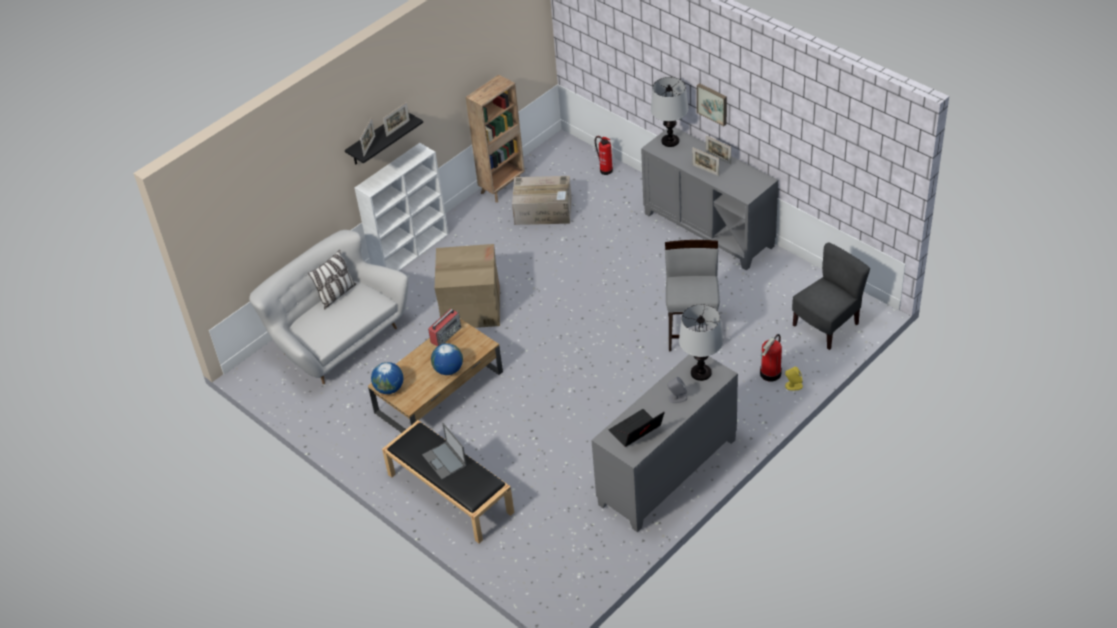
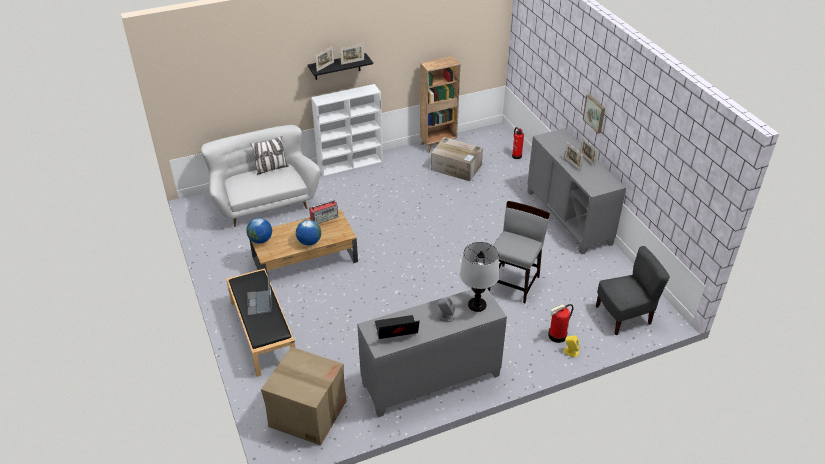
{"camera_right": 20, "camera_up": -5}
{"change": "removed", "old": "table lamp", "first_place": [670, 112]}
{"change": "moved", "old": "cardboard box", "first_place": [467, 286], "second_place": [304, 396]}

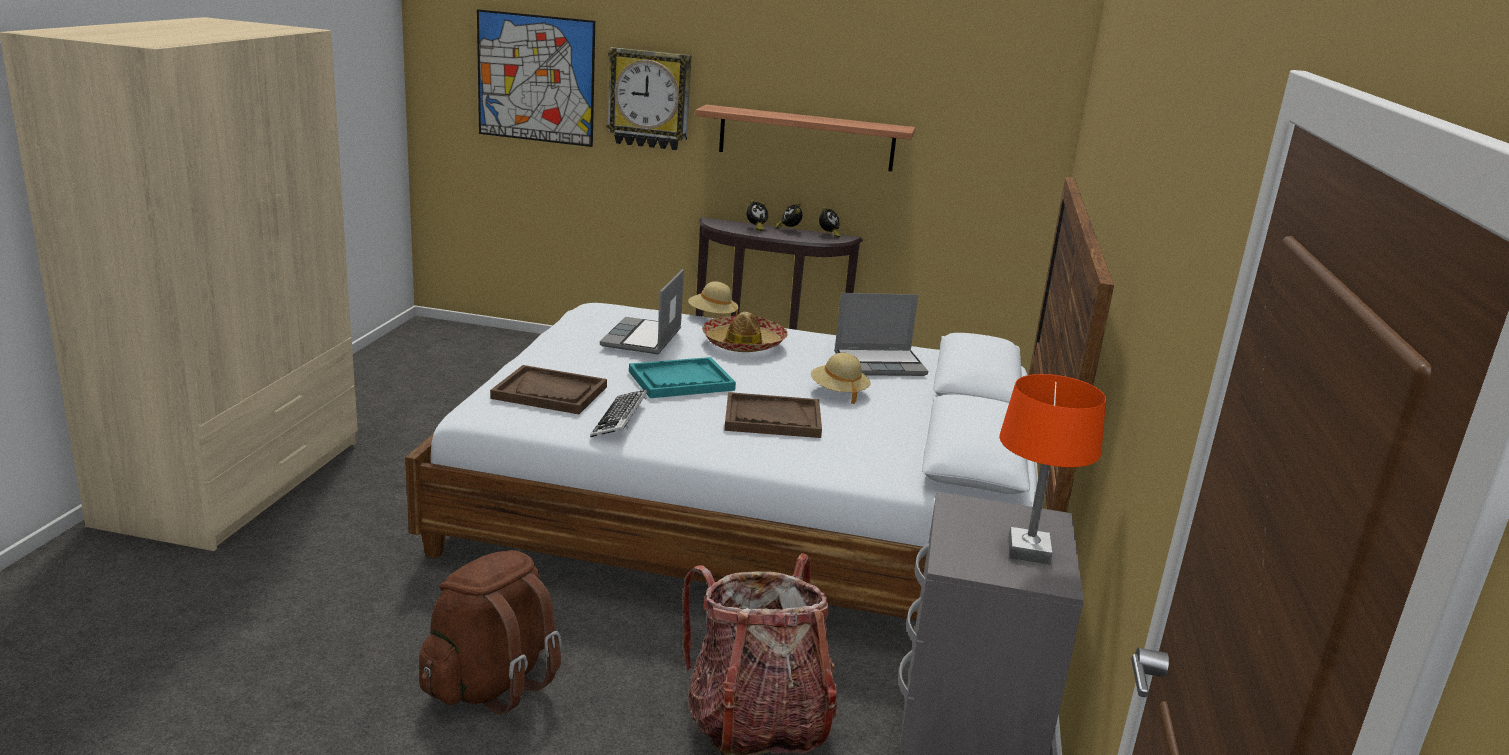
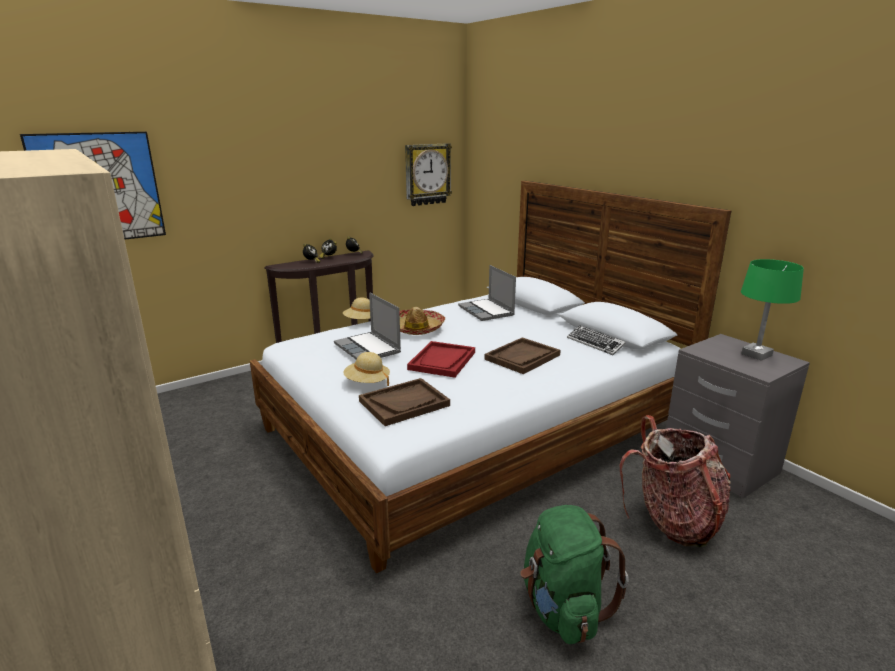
{"camera_right": -45, "camera_up": 0}
{"change": "removed", "old": "shelf", "first_place": [805, 138]}
{"change": "moved", "old": "keyboard", "first_place": [618, 413], "second_place": [596, 340]}
{"change": "moved", "old": "wall clock", "first_place": [649, 98], "second_place": [428, 174]}
{"change": "moved", "old": "beige hat", "first_place": [841, 378], "second_place": [366, 369]}
{"change": "recoloured", "old": "brown backpack", "new": "green backpack", "first_place": [490, 632], "second_place": [574, 574]}
{"change": "recoloured", "old": "turquoise tray", "new": "red tray", "first_place": [682, 377], "second_place": [441, 359]}
{"change": "recoloured", "old": "orange table lamp", "new": "green table lamp", "first_place": [1052, 469], "second_place": [772, 310]}
{"change": "turned", "old": "laptop", "first_place": [881, 334], "second_place": [487, 293], "degrees": 120}

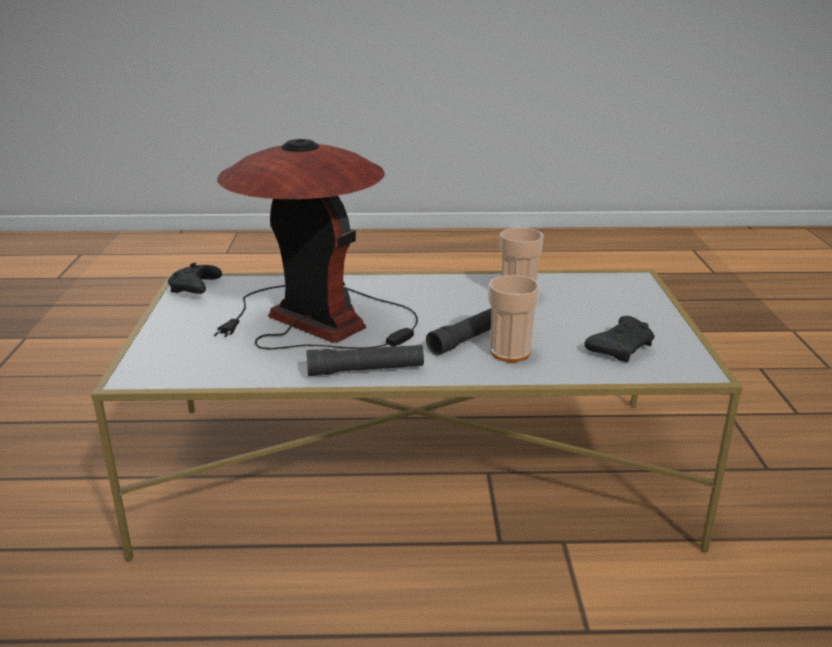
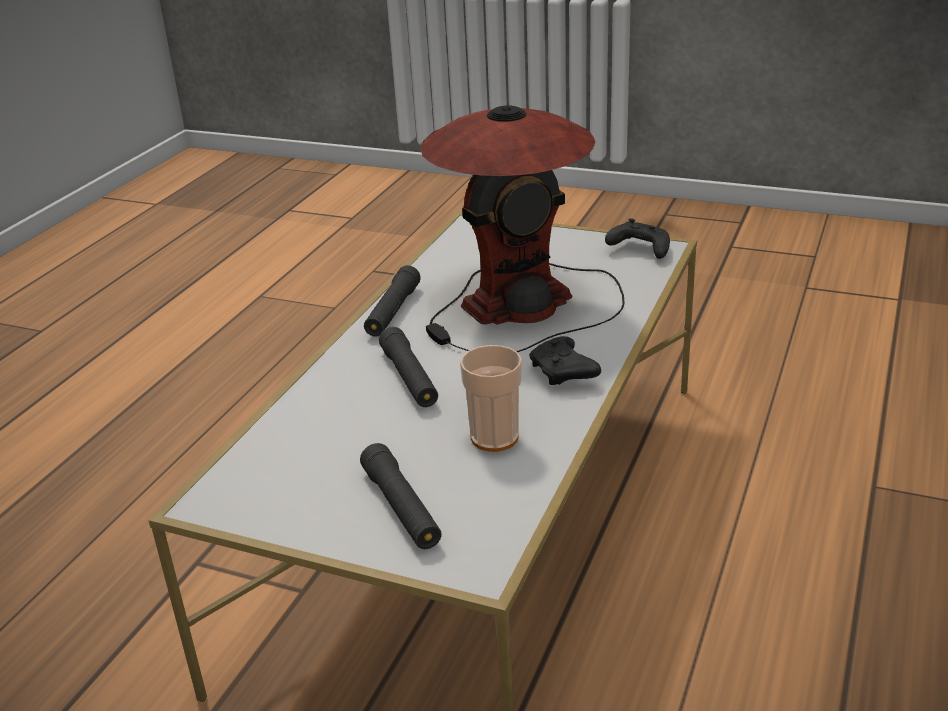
{"camera_right": 115, "camera_up": 5}
{"change": "removed", "old": "cup", "first_place": [514, 318]}
{"change": "added", "new": "black flashlight", "second_place": [401, 496]}
{"change": "moved", "old": "black game controller", "first_place": [619, 339], "second_place": [565, 360]}

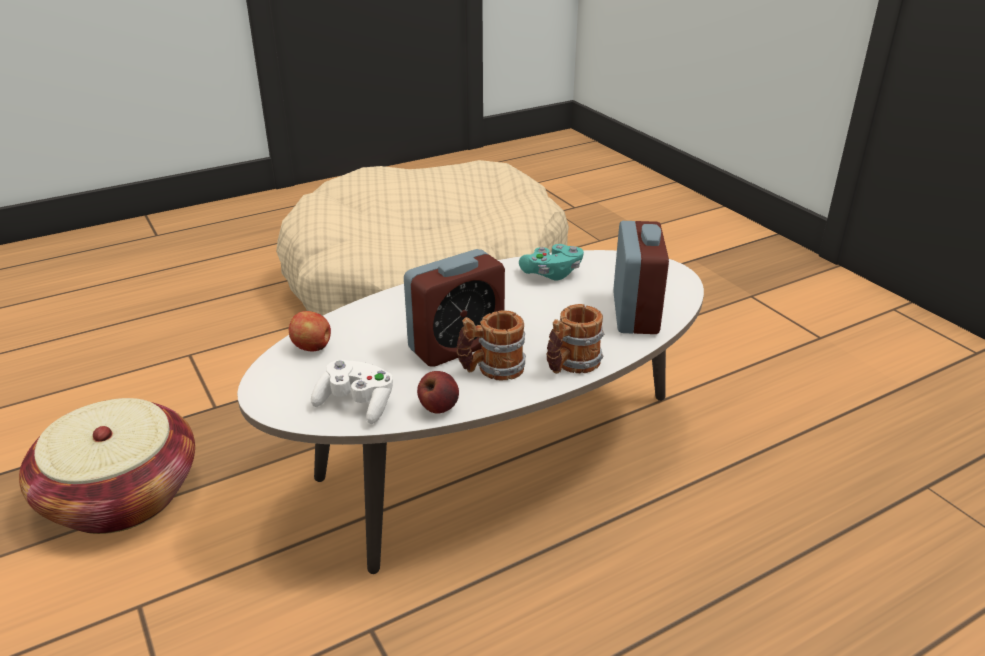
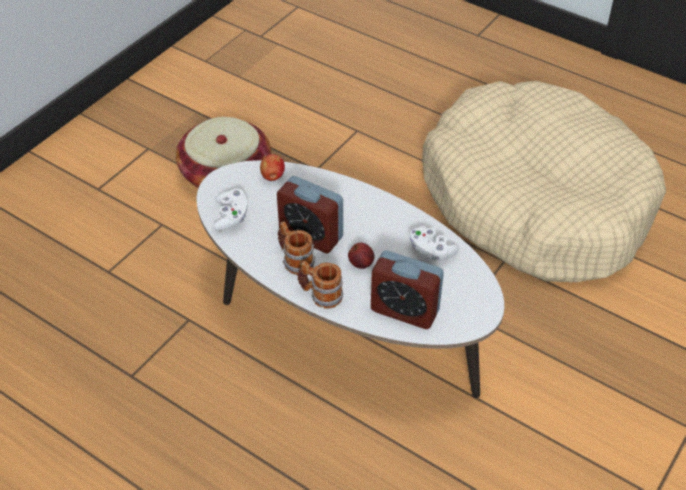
{"camera_right": 65, "camera_up": 15}
{"change": "moved", "old": "apple", "first_place": [438, 392], "second_place": [361, 255]}
{"change": "recoloured", "old": "turquoise game controller", "new": "white game controller", "first_place": [551, 262], "second_place": [434, 243]}
{"change": "turned", "old": "alarm clock", "first_place": [641, 277], "second_place": [407, 289], "degrees": 45}

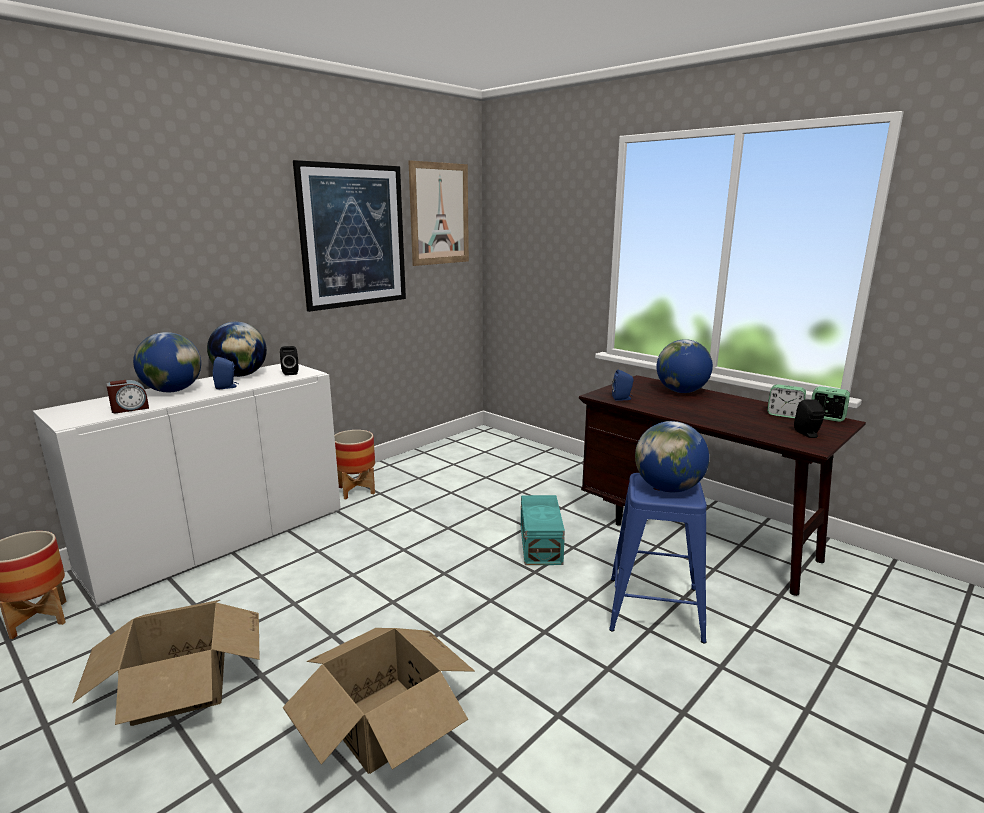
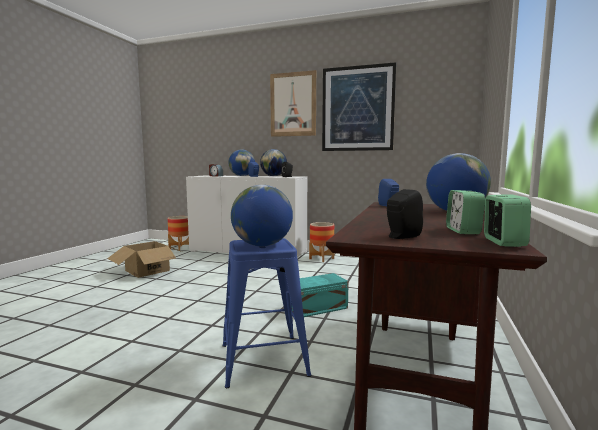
{"camera_right": 65, "camera_up": -10}
{"change": "removed", "old": "cardboard box", "first_place": [379, 701]}
{"change": "moved", "old": "picture", "first_place": [438, 213], "second_place": [293, 103]}

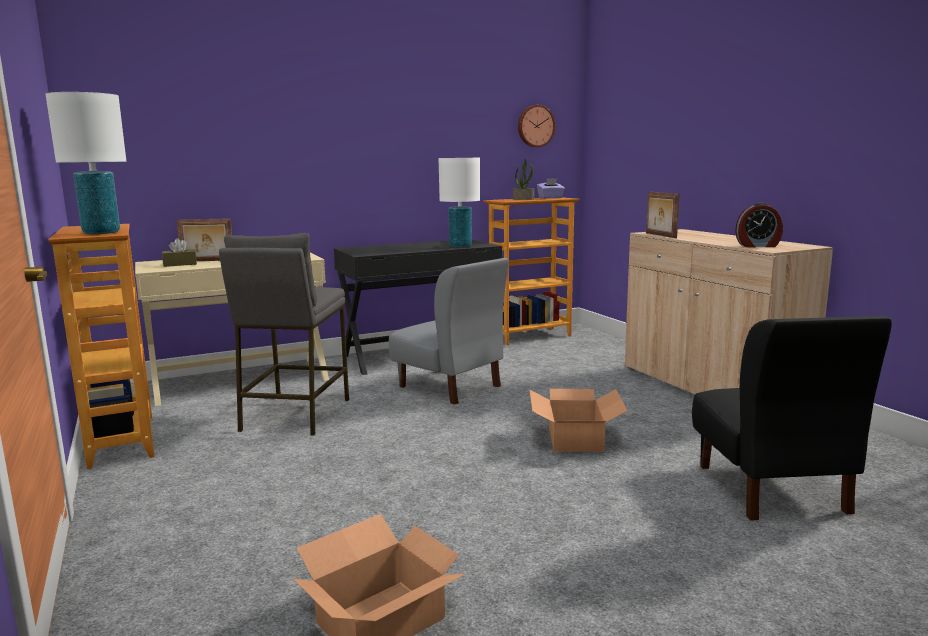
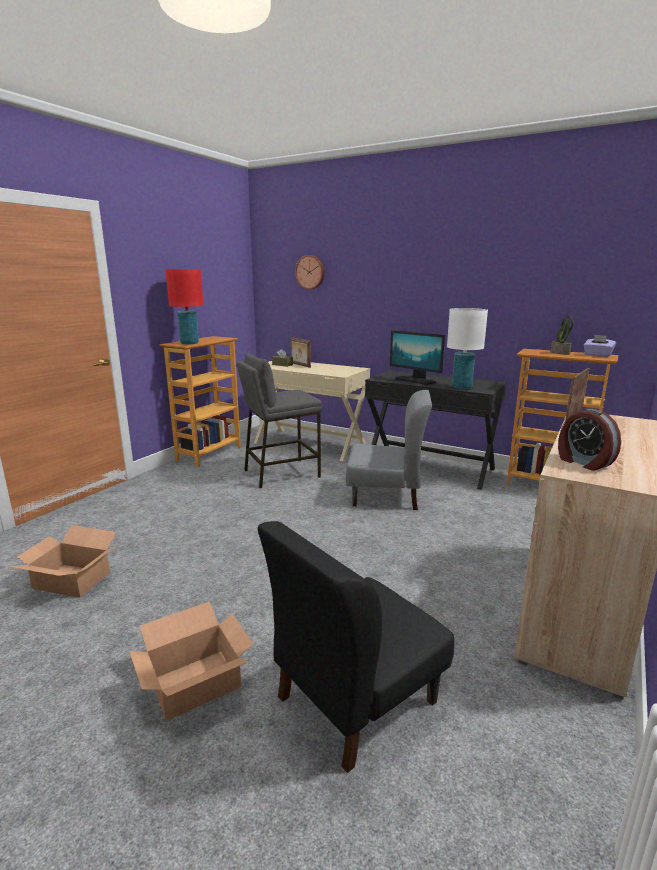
{"camera_right": 55, "camera_up": 5}
{"change": "added", "new": "monitor", "second_place": [417, 357]}
{"change": "moved", "old": "wall clock", "first_place": [536, 126], "second_place": [310, 272]}
{"change": "moved", "old": "cardboard box", "first_place": [578, 420], "second_place": [191, 660]}
{"change": "recoloured", "old": "white table lamp", "new": "red table lamp", "first_place": [86, 163], "second_place": [184, 306]}
{"change": "turned", "old": "grey chair", "first_place": [449, 331], "second_place": [389, 450], "degrees": -90}

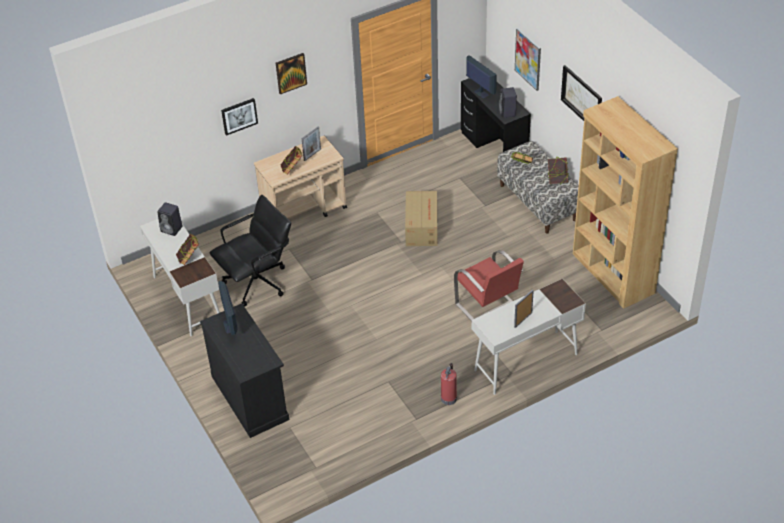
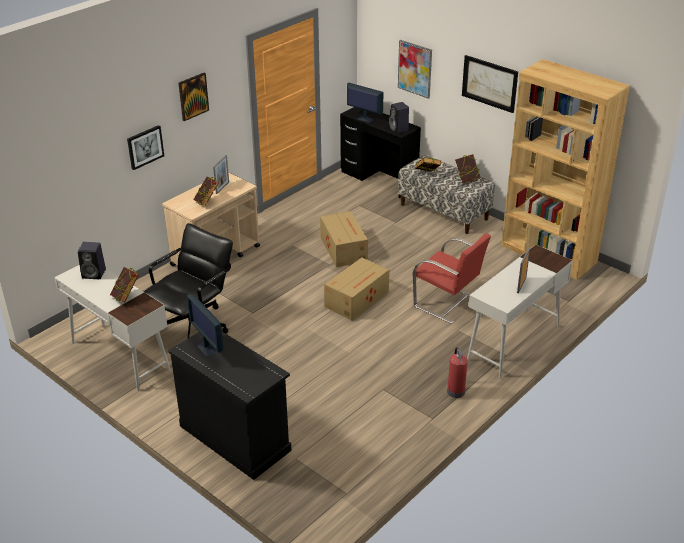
{"camera_right": -20, "camera_up": -10}
{"change": "added", "new": "cardboard box", "second_place": [356, 289]}

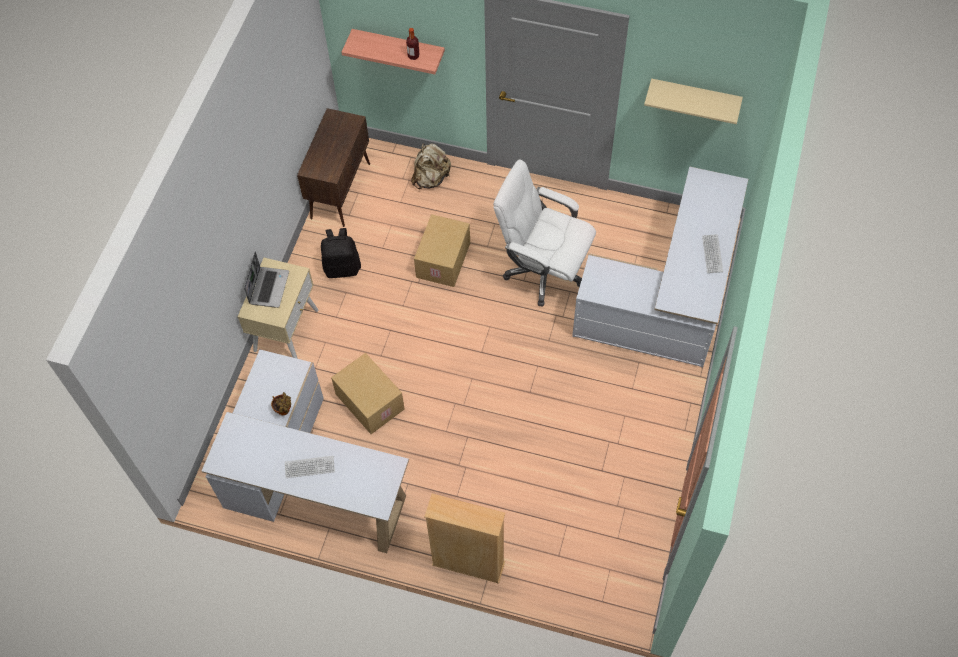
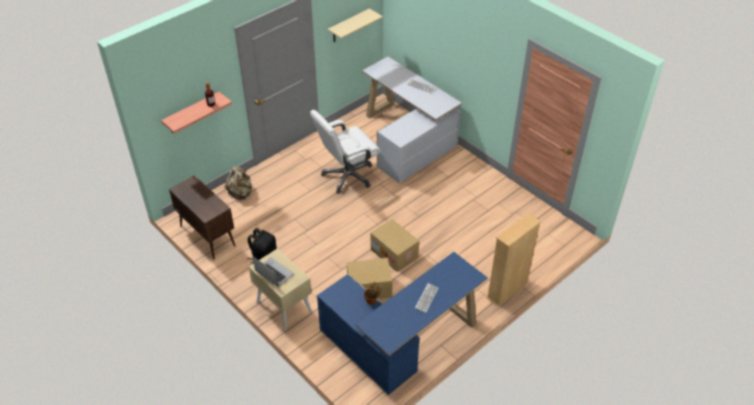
{"camera_right": -60, "camera_up": -15}
{"change": "moved", "old": "cardboard box", "first_place": [442, 250], "second_place": [395, 245]}
{"change": "recoloured", "old": "white desk", "new": "blue desk", "first_place": [305, 451], "second_place": [402, 323]}

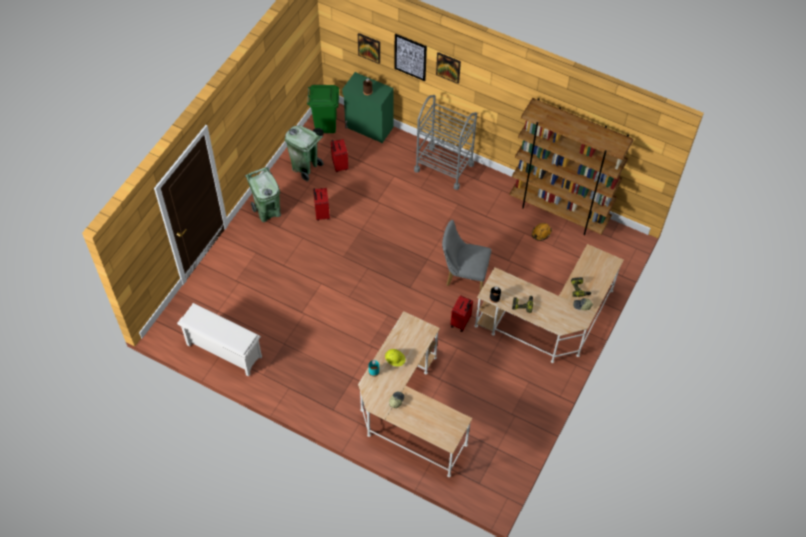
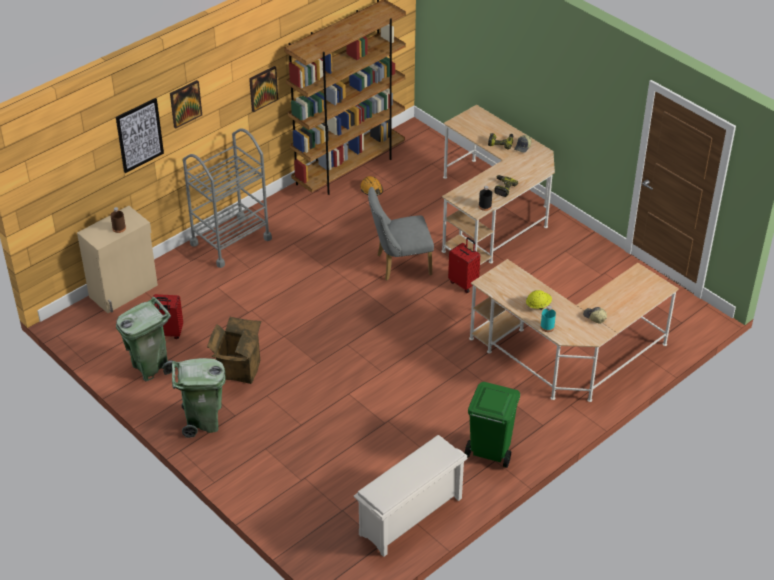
{"camera_right": -70, "camera_up": -15}
{"change": "moved", "old": "green trash can", "first_place": [323, 110], "second_place": [492, 425]}
{"change": "moved", "old": "picture", "first_place": [369, 48], "second_place": [263, 89]}
{"change": "replaced", "old": "red suitcase", "new": "cardboard box", "first_place": [321, 204], "second_place": [234, 350]}
{"change": "recoloured", "old": "green cabinet", "new": "beige cabinet", "first_place": [368, 107], "second_place": [117, 259]}
{"change": "turned", "old": "grey chair", "first_place": [466, 255], "second_place": [401, 233], "degrees": 45}

